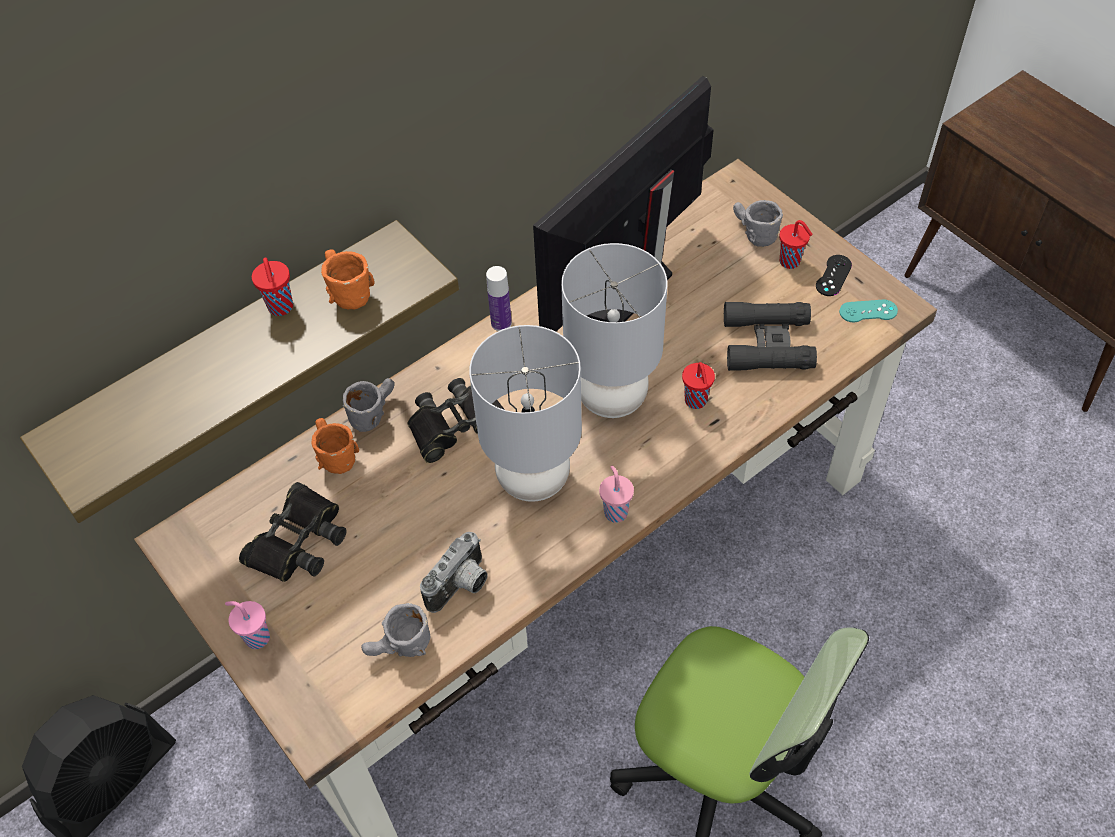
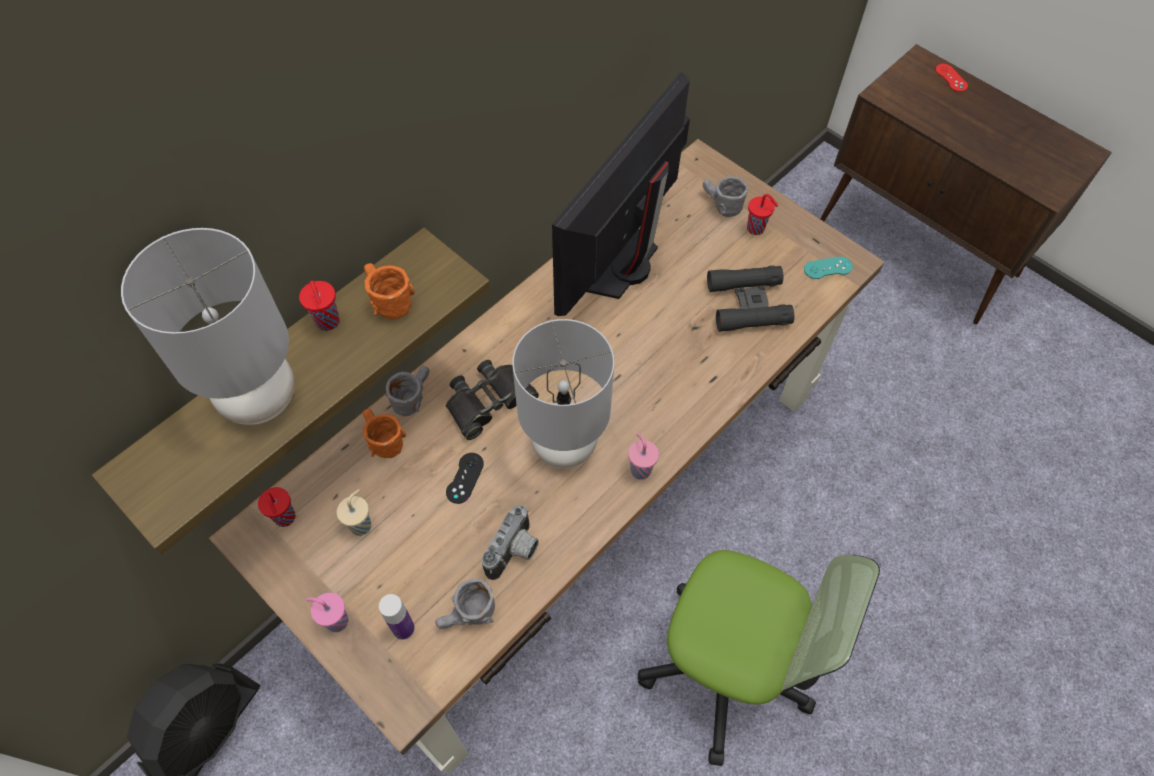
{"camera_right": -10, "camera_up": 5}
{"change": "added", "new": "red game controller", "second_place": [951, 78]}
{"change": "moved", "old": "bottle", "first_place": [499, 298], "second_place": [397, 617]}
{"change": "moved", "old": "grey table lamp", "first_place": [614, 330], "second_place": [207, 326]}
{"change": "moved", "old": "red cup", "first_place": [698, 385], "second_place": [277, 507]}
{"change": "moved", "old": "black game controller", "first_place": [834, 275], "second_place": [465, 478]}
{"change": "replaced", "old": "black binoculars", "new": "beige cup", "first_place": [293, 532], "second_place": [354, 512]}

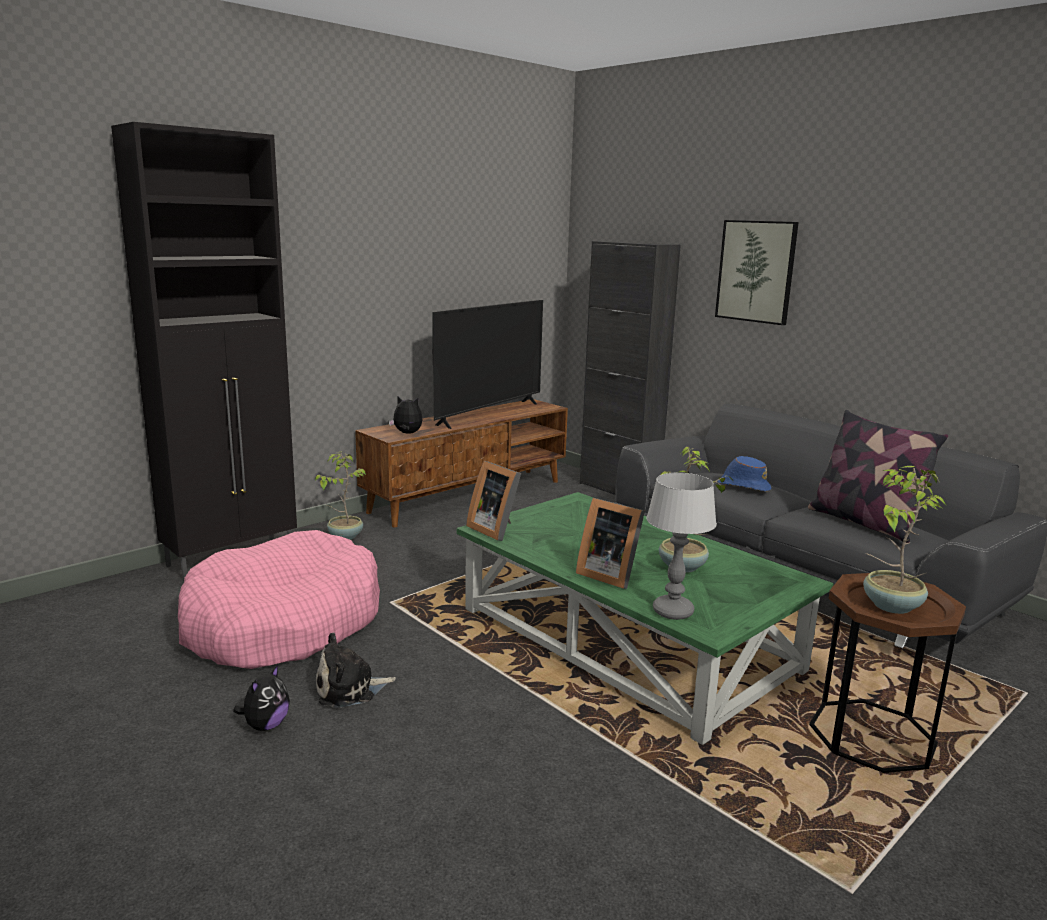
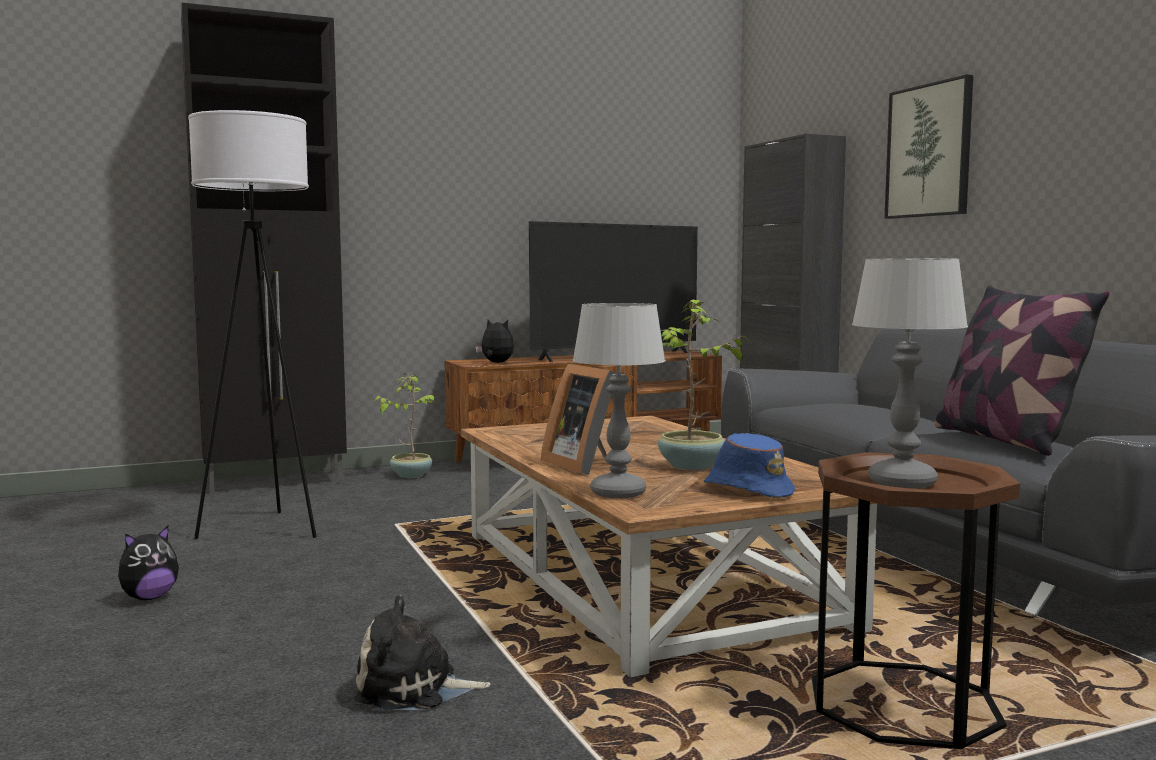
{"camera_right": 20, "camera_up": -10}
{"change": "removed", "old": "picture frame", "first_place": [493, 501]}
{"change": "moved", "old": "plush toy", "first_place": [356, 670], "second_place": [422, 652]}
{"change": "moved", "old": "blue hat", "first_place": [744, 474], "second_place": [749, 466]}
{"change": "replaced", "old": "pink dog bed", "new": "white floor lamp", "first_place": [279, 599], "second_place": [252, 324]}
{"change": "replaced", "old": "potted plant", "new": "table lamp", "first_place": [905, 540], "second_place": [910, 373]}
{"change": "recoloured", "old": "green coffee table", "new": "brown coffee table", "first_place": [645, 618], "second_place": [669, 546]}

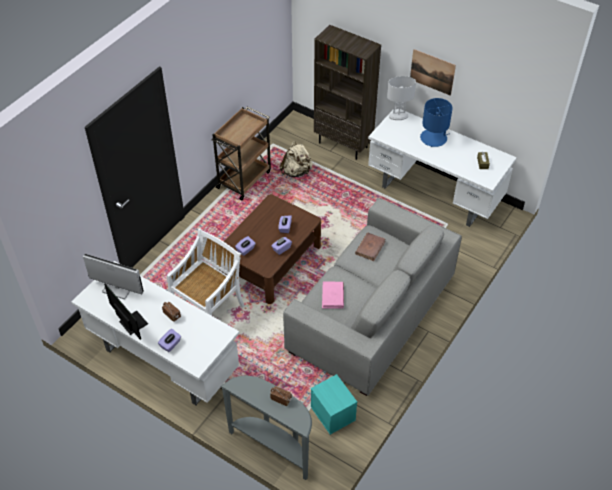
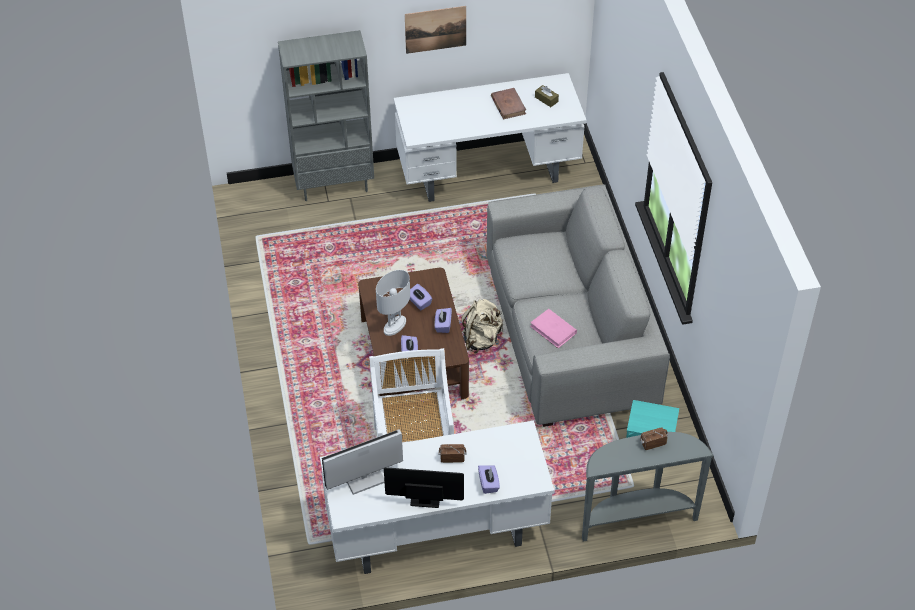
{"camera_right": -45, "camera_up": 0}
{"change": "removed", "old": "brown cart", "first_place": [241, 154]}
{"change": "removed", "old": "blue table lamp", "first_place": [436, 122]}
{"change": "moved", "old": "beige backpack", "first_place": [296, 159], "second_place": [482, 326]}
{"change": "moved", "old": "brown book", "first_place": [370, 247], "second_place": [508, 104]}
{"change": "moved", "old": "white table lamp", "first_place": [401, 98], "second_place": [393, 303]}
{"change": "recoloured", "old": "brown bookcase", "new": "grey bookcase", "first_place": [347, 92], "second_place": [326, 115]}

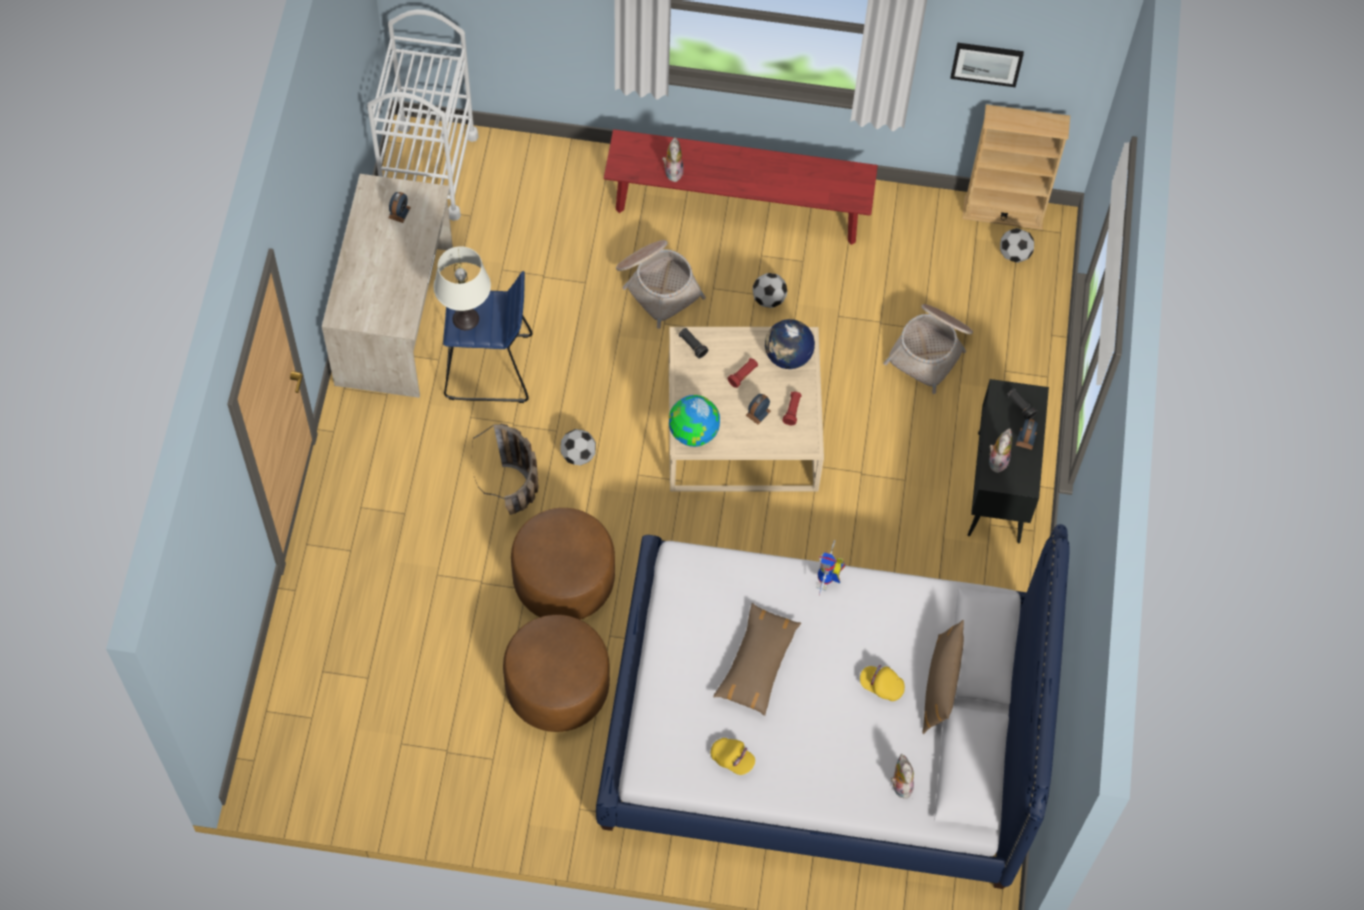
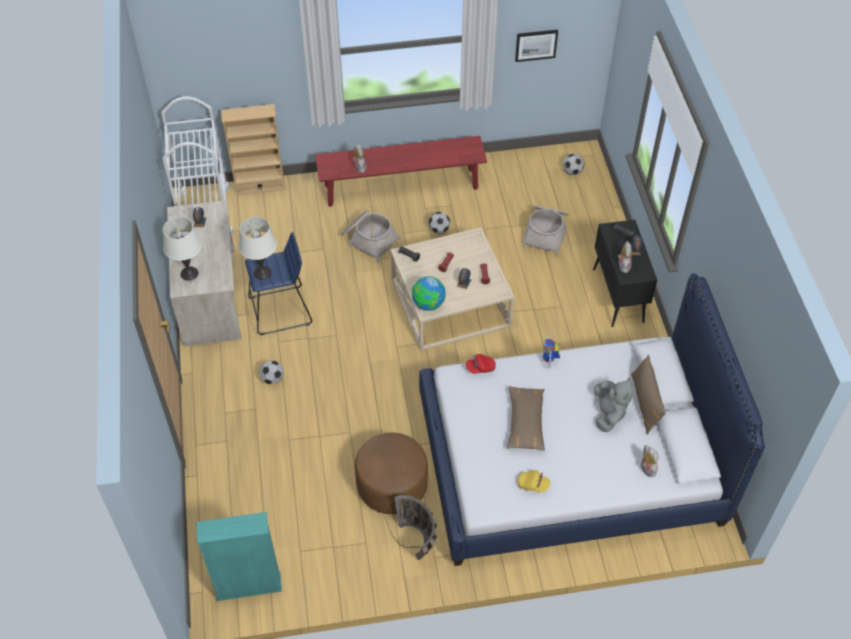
{"camera_right": -15, "camera_up": -10}
{"change": "removed", "old": "brown ottoman", "first_place": [563, 564]}
{"change": "removed", "old": "globe", "first_place": [790, 344]}
{"change": "added", "new": "white table lamp", "second_place": [182, 249]}
{"change": "added", "new": "turquoise bookcase", "second_place": [239, 556]}
{"change": "added", "new": "red cap", "second_place": [480, 364]}
{"change": "moved", "old": "basket", "first_place": [505, 469], "second_place": [410, 527]}
{"change": "moved", "old": "football", "first_place": [578, 447], "second_place": [271, 372]}
{"change": "moved", "old": "beige bookcase", "first_place": [1016, 167], "second_place": [253, 150]}
{"change": "replaced", "old": "yellow cap", "new": "grey plush toy", "first_place": [882, 683], "second_place": [614, 404]}

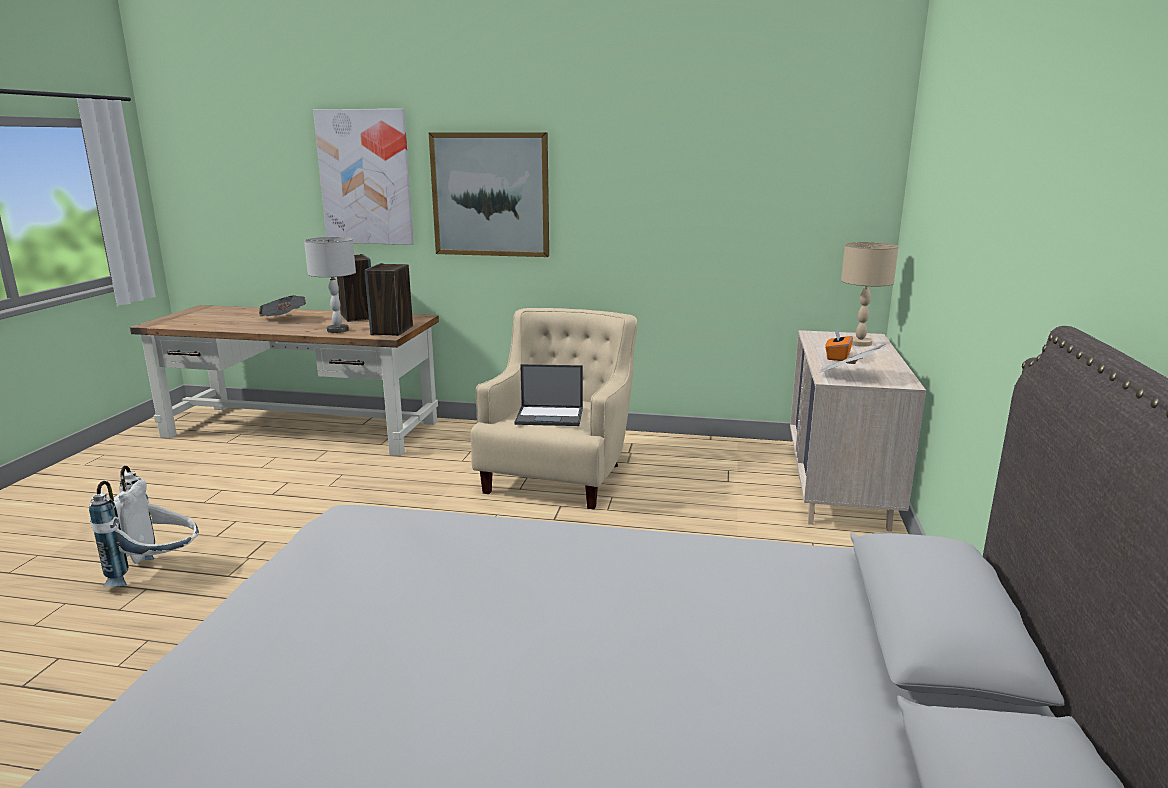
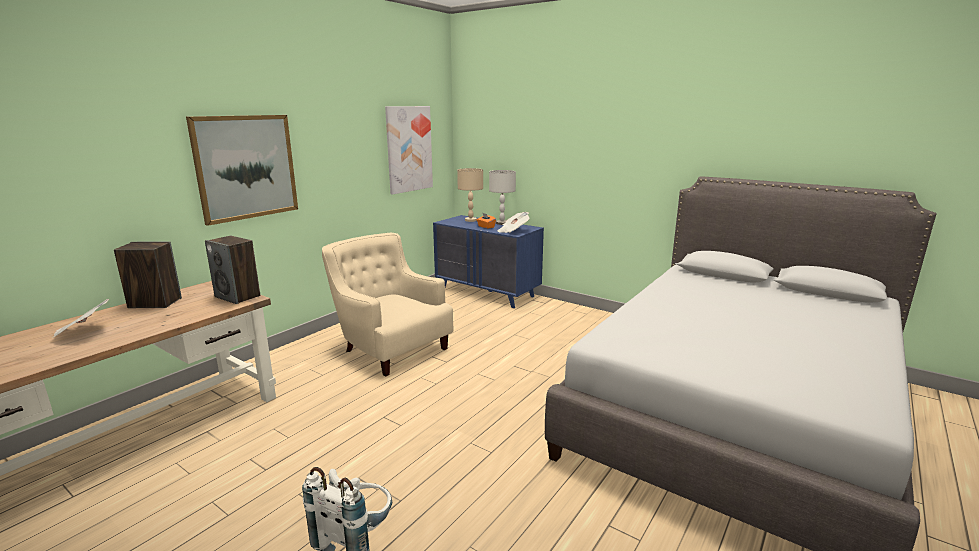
{"camera_right": -65, "camera_up": 0}
{"change": "removed", "old": "laptop", "first_place": [549, 395]}
{"change": "moved", "old": "grey table lamp", "first_place": [330, 285], "second_place": [502, 197]}
{"change": "moved", "old": "picture", "first_place": [363, 177], "second_place": [409, 150]}
{"change": "recoloured", "old": "beige dresser", "new": "blue dresser", "first_place": [858, 430], "second_place": [488, 261]}

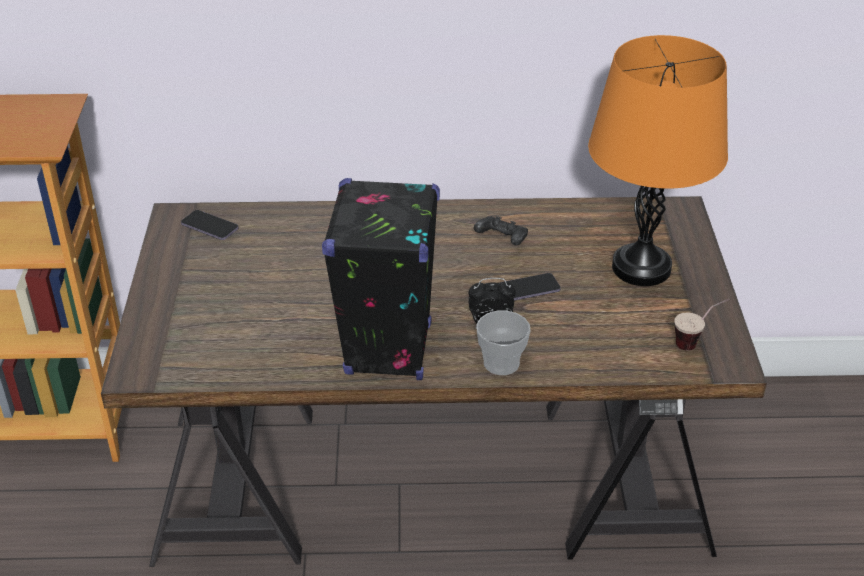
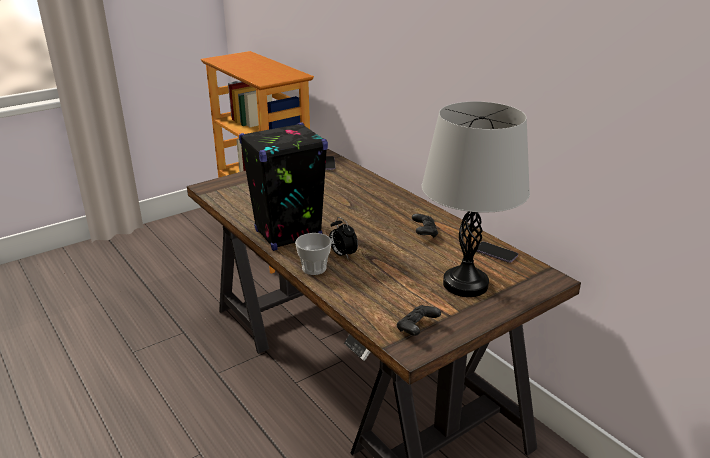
{"camera_right": 55, "camera_up": -10}
{"change": "moved", "old": "phone", "first_place": [530, 287], "second_place": [496, 252]}
{"change": "replaced", "old": "cup", "new": "black game controller", "first_place": [702, 325], "second_place": [419, 320]}
{"change": "recoloured", "old": "orange table lamp", "new": "grey table lamp", "first_place": [658, 160], "second_place": [476, 199]}

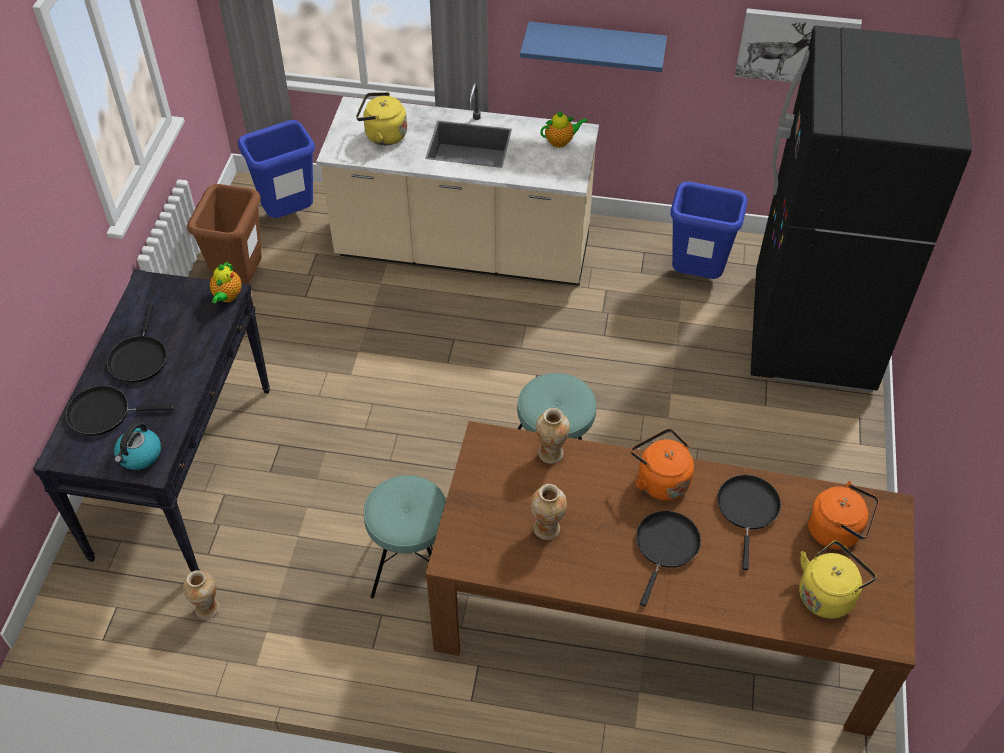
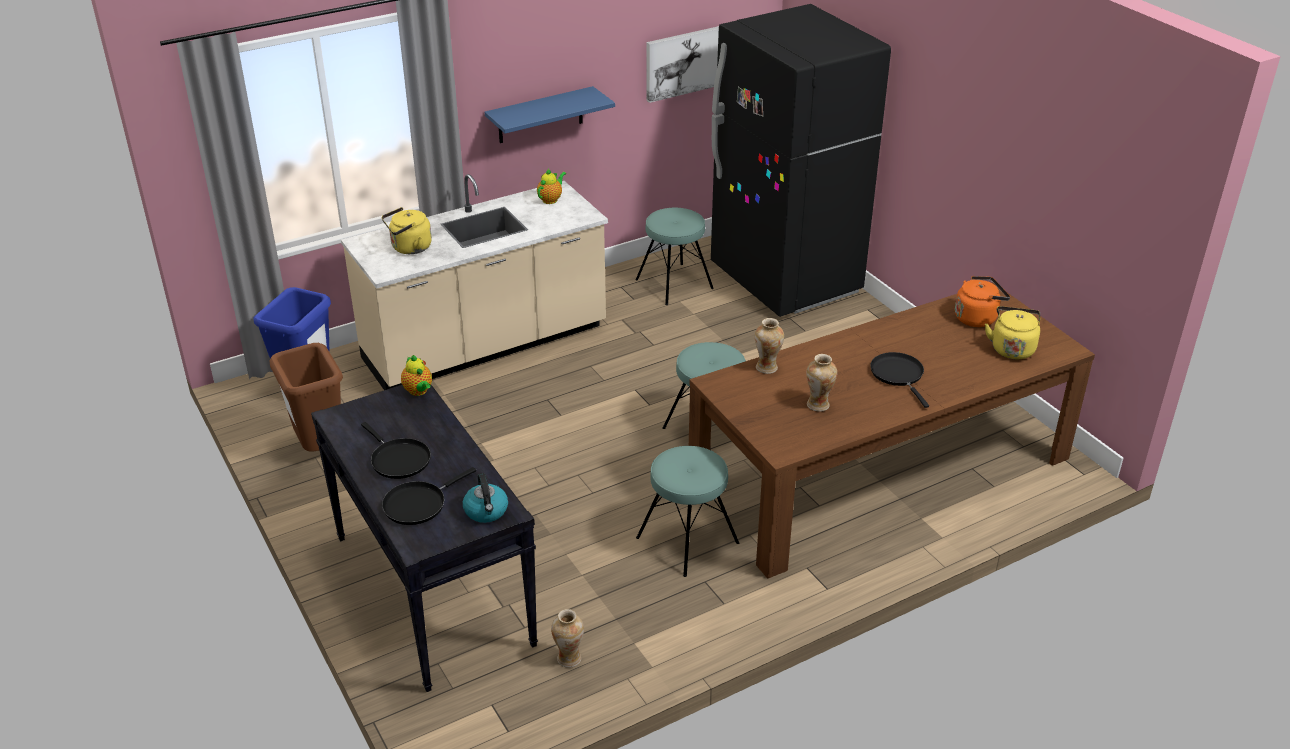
{"camera_right": -40, "camera_up": -15}
{"change": "removed", "old": "orange kettle", "first_place": [662, 465]}
{"change": "removed", "old": "black frying pan", "first_place": [749, 522]}
{"change": "replaced", "old": "blue trash can", "new": "turquoise stool", "first_place": [709, 230], "second_place": [674, 256]}

